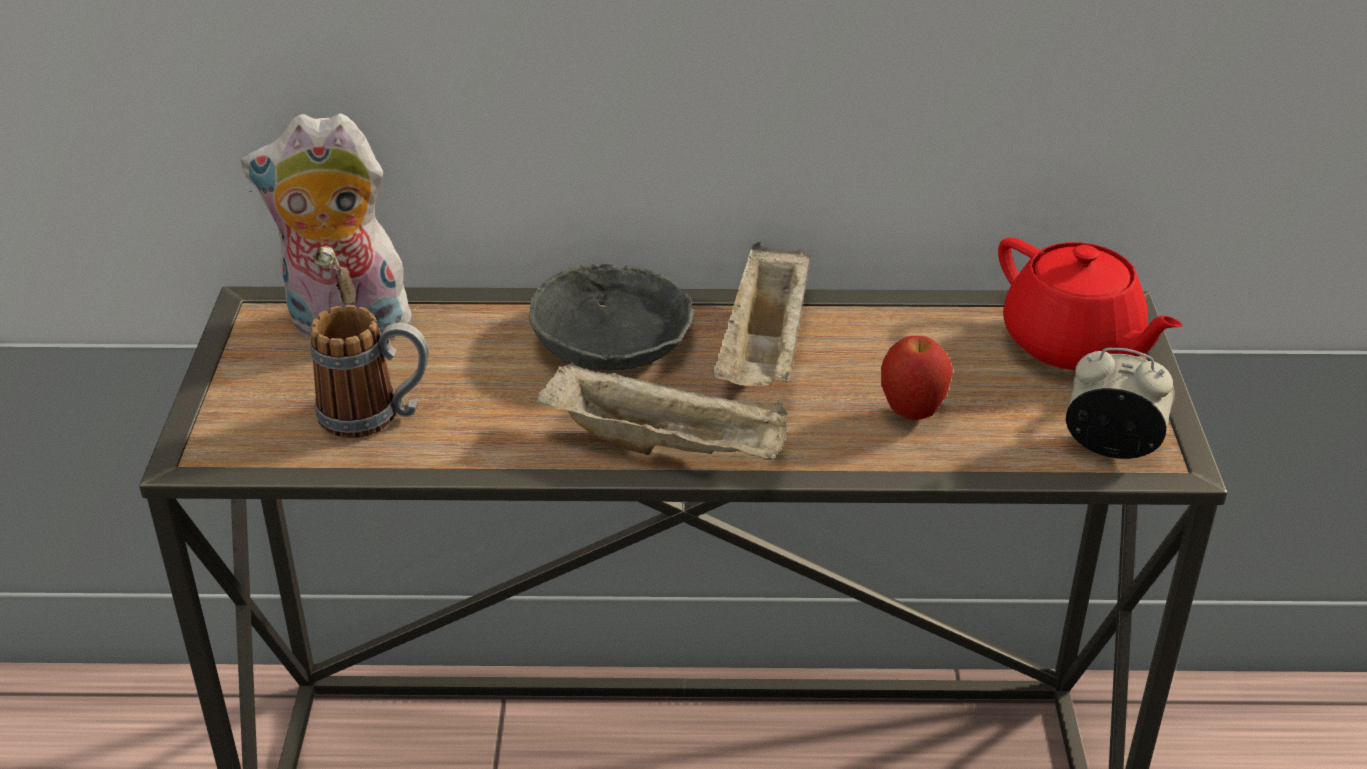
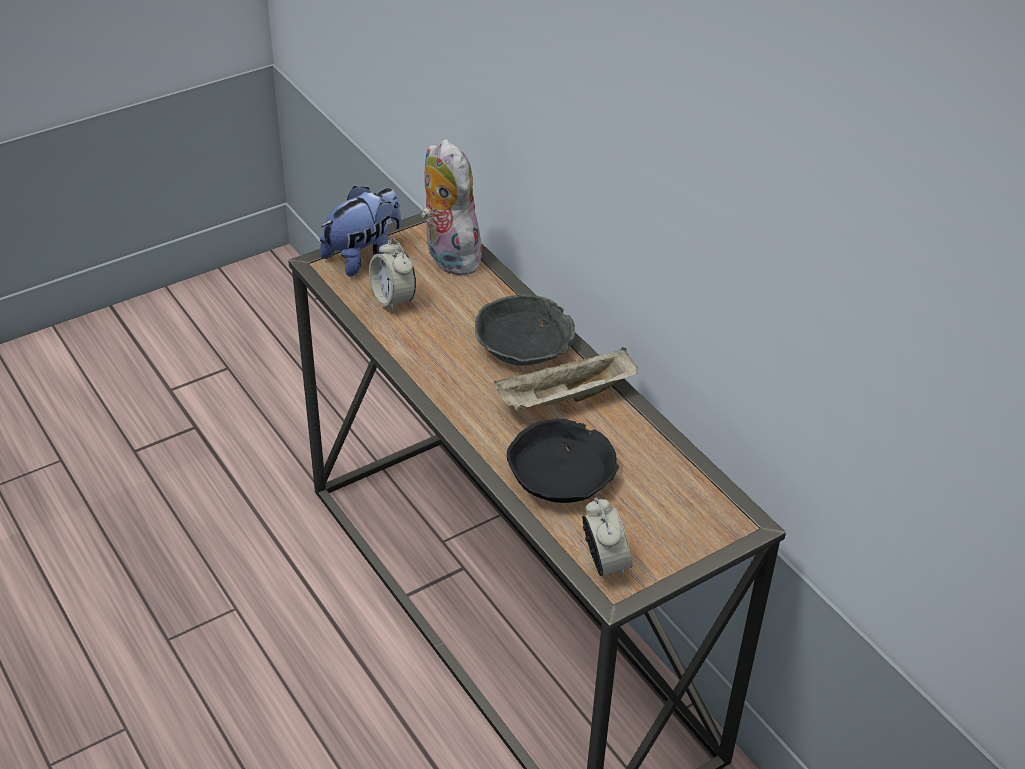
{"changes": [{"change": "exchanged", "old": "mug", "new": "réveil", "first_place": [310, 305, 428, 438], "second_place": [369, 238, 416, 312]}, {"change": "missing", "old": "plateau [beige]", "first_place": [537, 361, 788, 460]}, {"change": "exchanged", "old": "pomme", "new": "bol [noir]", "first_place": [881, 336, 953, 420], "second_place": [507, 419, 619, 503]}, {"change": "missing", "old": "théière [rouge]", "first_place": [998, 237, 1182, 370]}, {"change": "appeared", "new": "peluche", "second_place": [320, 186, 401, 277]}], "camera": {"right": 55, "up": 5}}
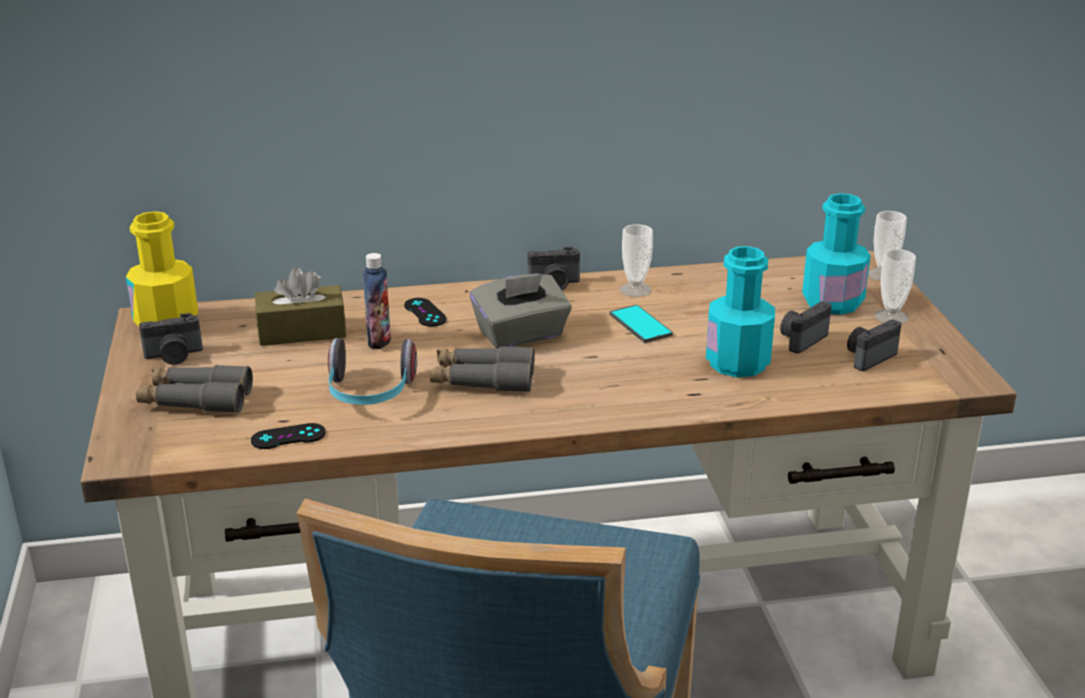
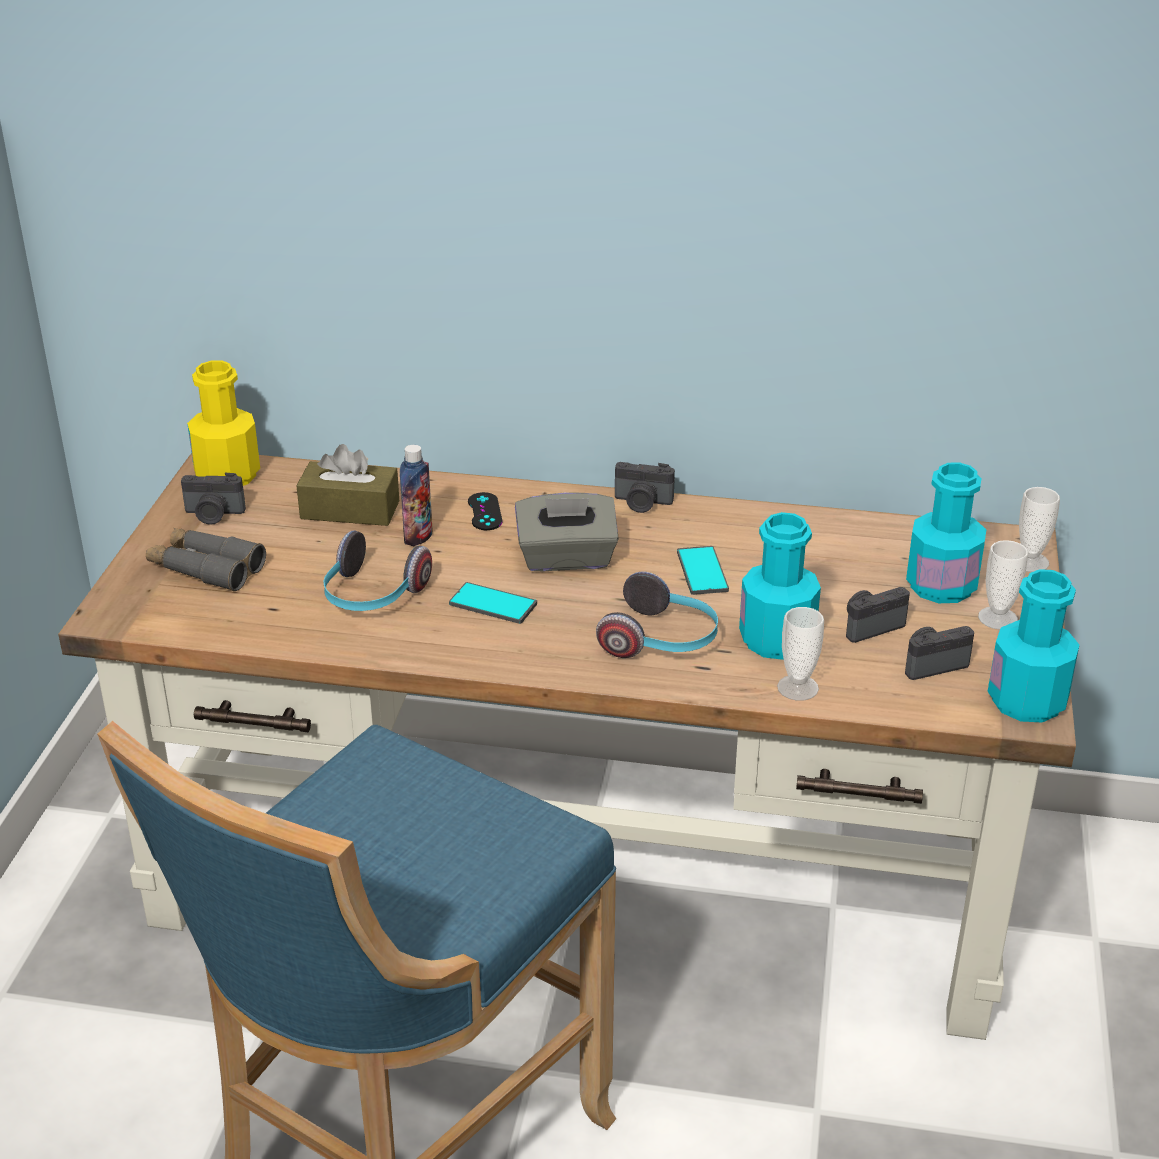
{"changes": [{"change": "missing", "old": "manette [noir]", "first_place": [251, 423, 326, 449]}, {"change": "exchanged", "old": "jumelles [gris]", "new": "téléphone", "first_place": [430, 346, 535, 393], "second_place": [449, 582, 537, 624]}, {"change": "relocated", "old": "tasse", "first_place": [620, 224, 653, 297], "second_place": [777, 607, 824, 701]}, {"change": "appeared", "new": "casque audio", "second_place": [596, 572, 718, 658]}, {"change": "appeared", "new": "bouteille [turquoise]", "second_place": [988, 569, 1079, 722]}], "camera": {"right": 20, "up": 5}}
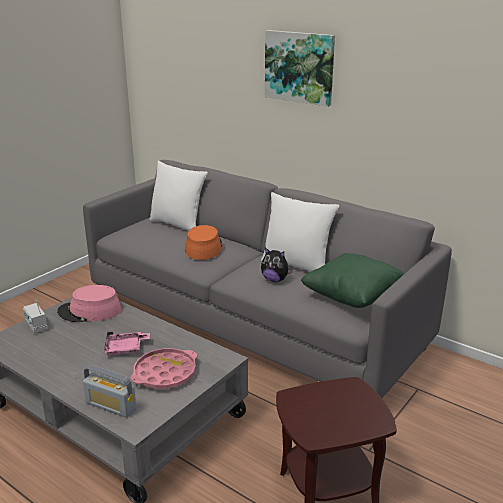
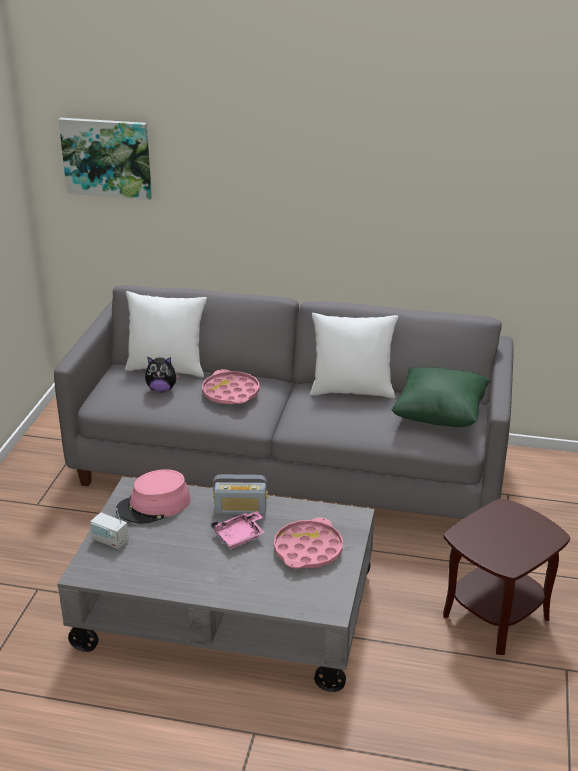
{"changes": [{"change": "relocated", "old": "radio", "first_place": [83, 365, 136, 418], "second_place": [213, 475, 268, 515]}, {"change": "exchanged", "old": "chapeau [orange]", "new": "plateau [rose]", "first_place": [185, 225, 222, 260], "second_place": [202, 369, 259, 404]}, {"change": "relocated", "old": "peluche", "first_place": [261, 247, 293, 282], "second_place": [145, 357, 180, 392]}, {"change": "relocated", "old": "tableau", "first_place": [265, 30, 335, 107], "second_place": [58, 118, 152, 200]}], "camera": {"right": -25, "up": 5}}
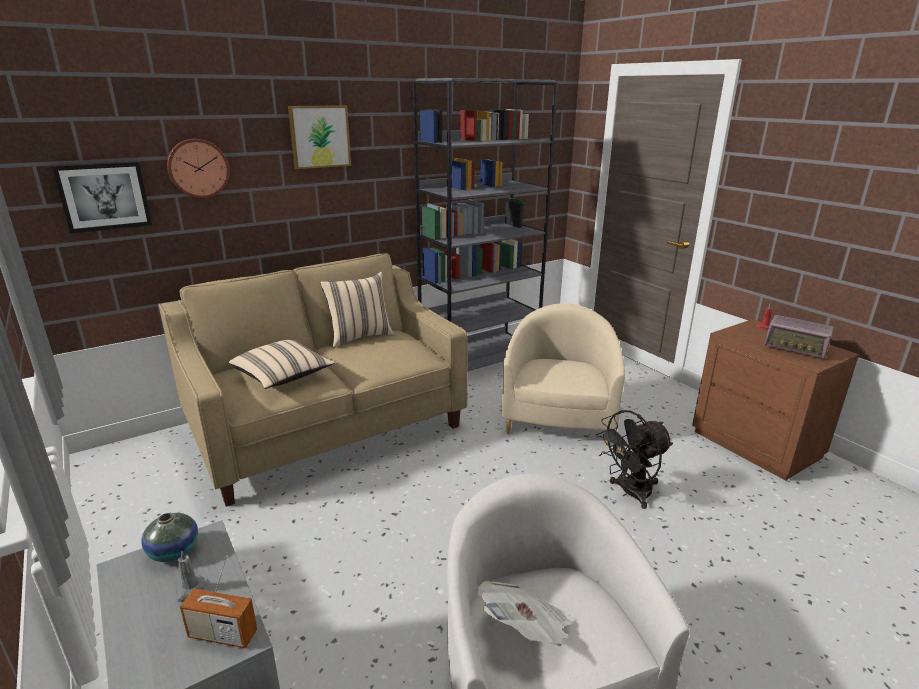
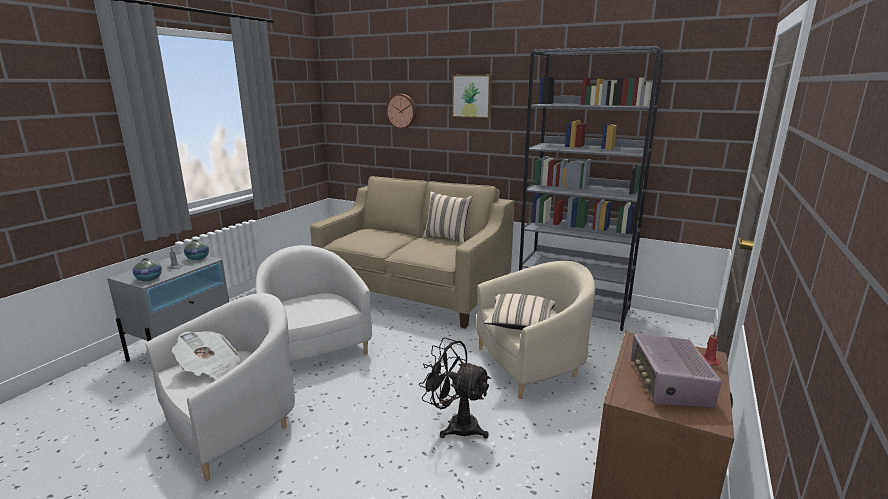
{"changes": [{"change": "missing", "old": "tableau", "first_place": [52, 162, 152, 233]}, {"change": "exchanged", "old": "radio", "new": "vase", "first_place": [180, 555, 257, 648], "second_place": [133, 258, 162, 281]}, {"change": "relocated", "old": "coussin [beige]", "first_place": [229, 339, 335, 389], "second_place": [484, 293, 555, 330]}, {"change": "appeared", "new": "fauteuil [blanc]", "second_place": [255, 245, 372, 362]}], "camera": {"right": 60, "up": -5}}
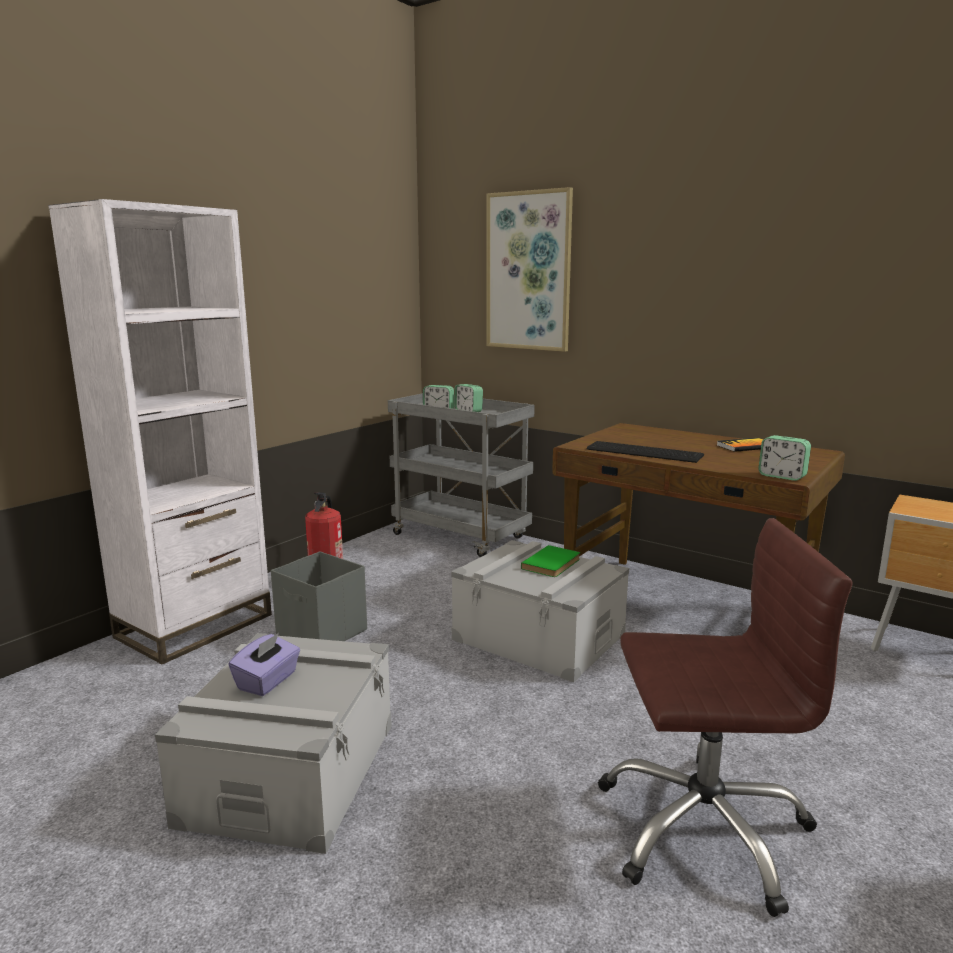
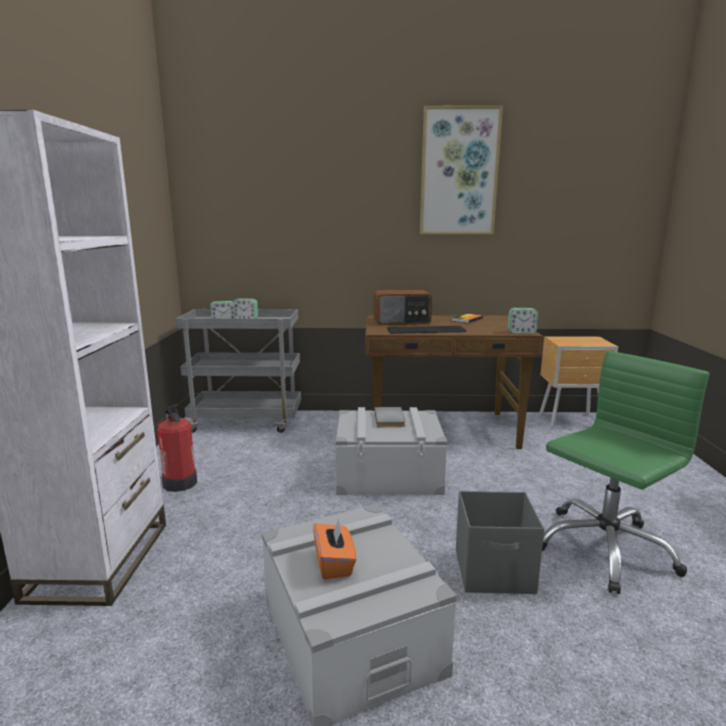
{"changes": [{"change": "colour", "old": "boîte à mouchoirs [violet]", "new": "boîte à mouchoirs [orange]", "first_place": [228, 633, 300, 696], "second_place": [313, 519, 356, 580]}, {"change": "relocated", "old": "boîte de rangement [gris]", "first_place": [271, 551, 367, 641], "second_place": [456, 491, 544, 594]}, {"change": "relocated", "old": "tableau", "first_place": [487, 187, 573, 352], "second_place": [420, 105, 503, 234]}, {"change": "colour", "old": "livre [vert]", "new": "livre [gris]", "first_place": [521, 545, 580, 577], "second_place": [374, 407, 405, 427]}, {"change": "colour", "old": "chaise de bureau [marron]", "new": "chaise de bureau [vert]", "first_place": [598, 518, 853, 917], "second_place": [542, 351, 709, 594]}, {"change": "appeared", "new": "radio", "second_place": [374, 290, 432, 325]}], "camera": {"right": -35, "up": 0}}
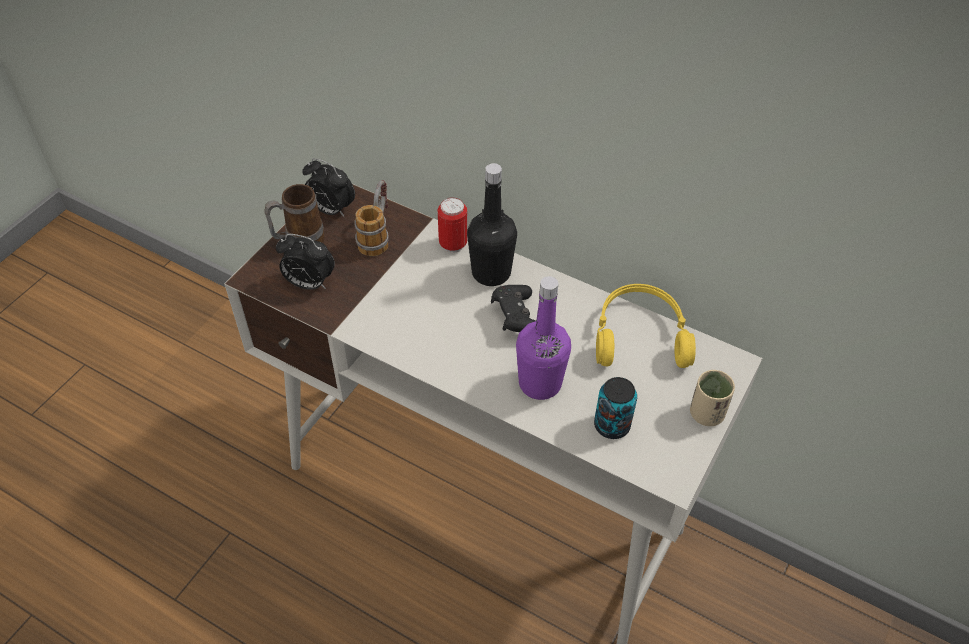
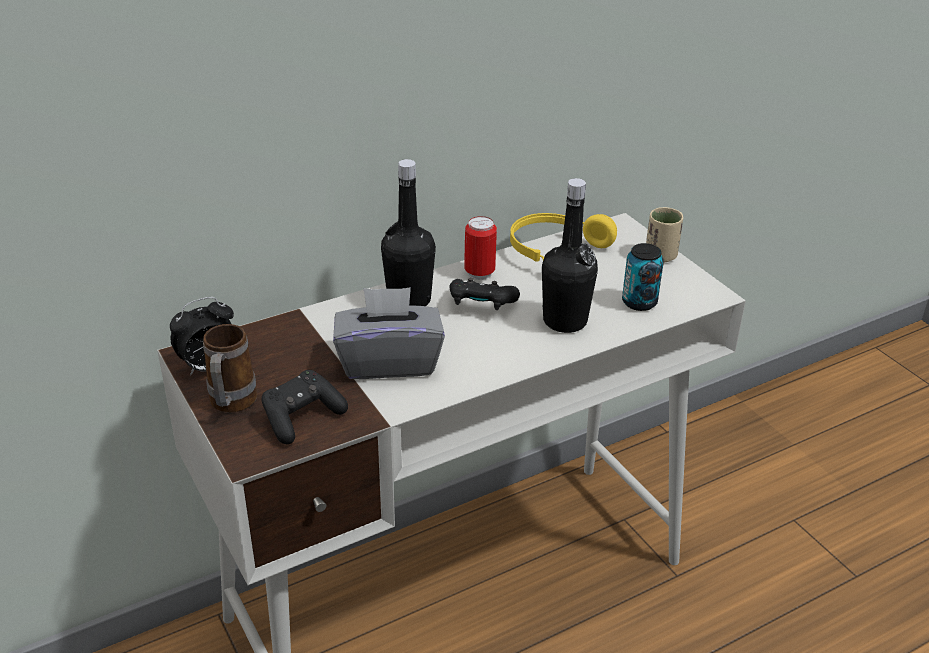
{"changes": [{"change": "exchanged", "old": "réveil", "new": "manette [noir]", "first_place": [276, 234, 335, 290], "second_place": [261, 370, 348, 444]}, {"change": "missing", "old": "mug", "first_place": [354, 180, 389, 256]}, {"change": "relocated", "old": "boîte métallique", "first_place": [438, 197, 467, 253], "second_place": [464, 216, 497, 280]}, {"change": "colour", "old": "bouteille [violet]", "new": "bouteille [noir]", "first_place": [516, 276, 571, 400], "second_place": [542, 178, 598, 333]}, {"change": "appeared", "new": "boîte à mouchoirs [gris]", "second_place": [333, 287, 445, 379]}], "camera": {"right": -60, "up": -15}}
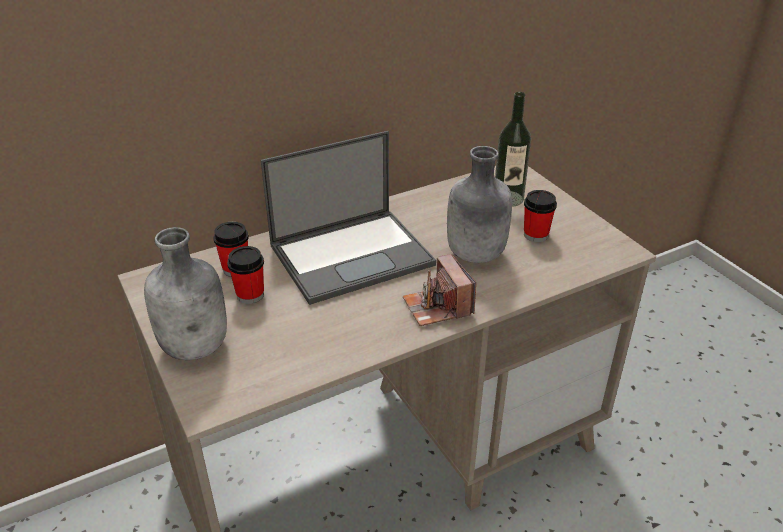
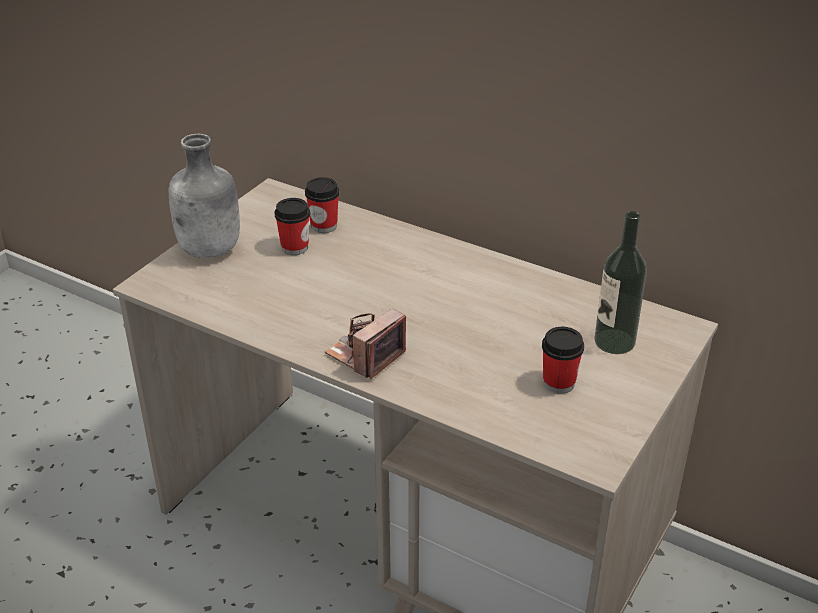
{"changes": [{"change": "missing", "old": "ordinateur portable", "first_place": [261, 131, 436, 305]}, {"change": "missing", "old": "bouteille [gris]", "first_place": [447, 146, 512, 263]}], "camera": {"right": 60, "up": 0}}
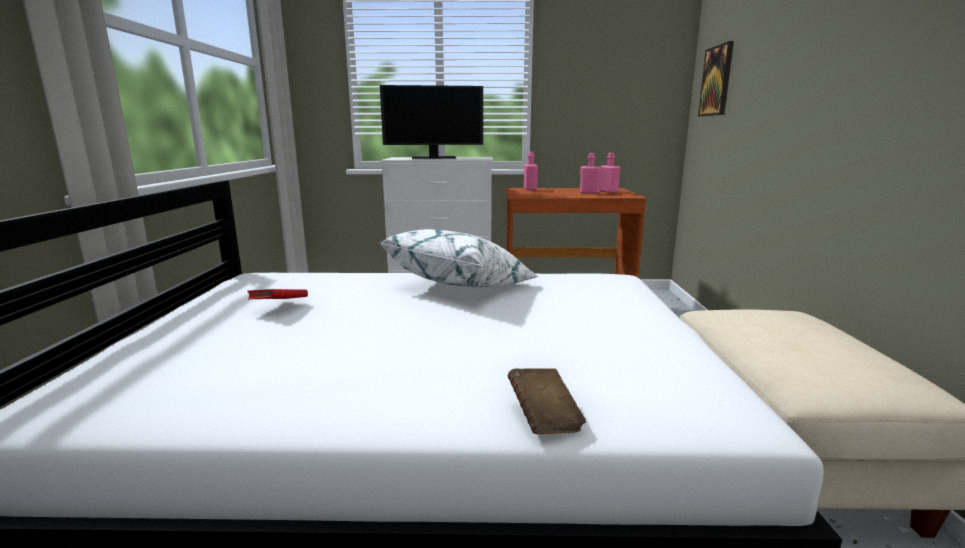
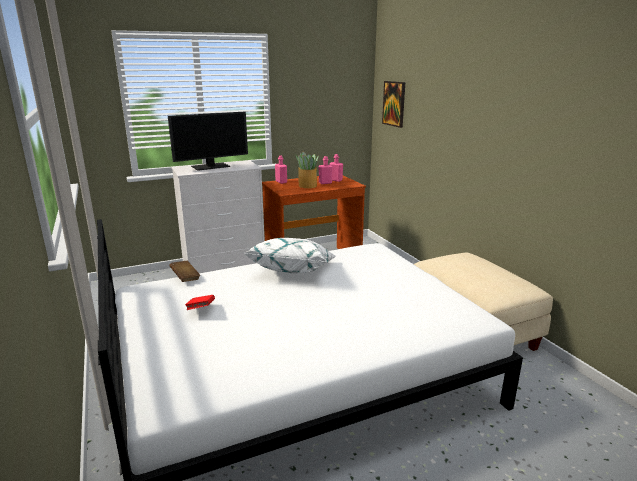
{"changes": [{"change": "relocated", "old": "livre [marron]", "first_place": [508, 368, 586, 434], "second_place": [169, 261, 200, 282]}, {"change": "appeared", "new": "plante en pot", "second_place": [296, 152, 319, 188]}], "camera": {"right": -25, "up": 5}}
